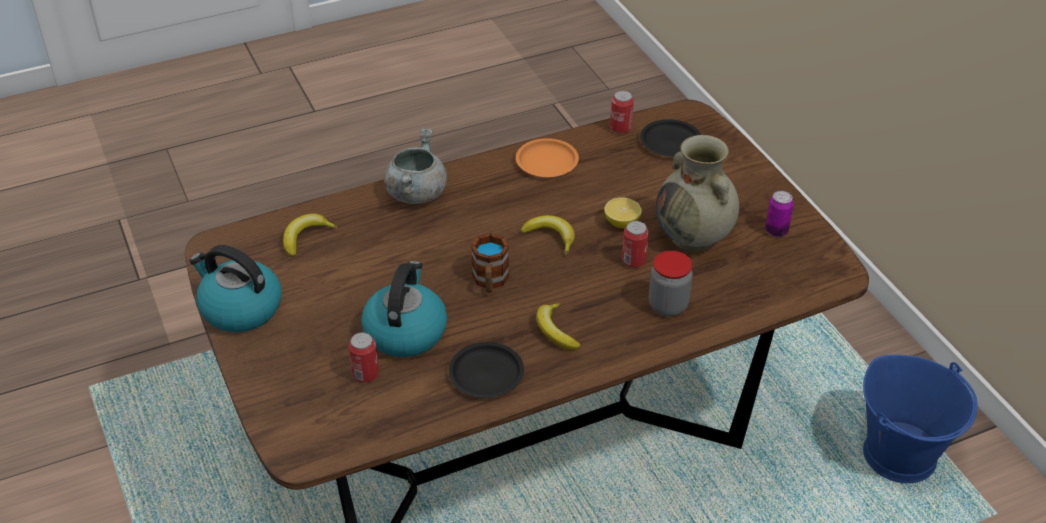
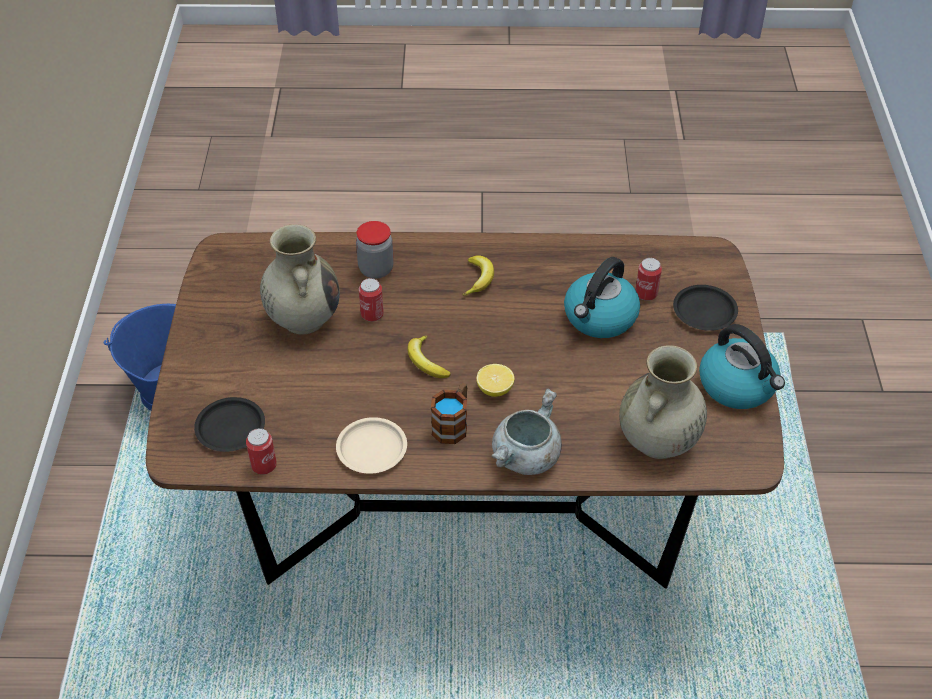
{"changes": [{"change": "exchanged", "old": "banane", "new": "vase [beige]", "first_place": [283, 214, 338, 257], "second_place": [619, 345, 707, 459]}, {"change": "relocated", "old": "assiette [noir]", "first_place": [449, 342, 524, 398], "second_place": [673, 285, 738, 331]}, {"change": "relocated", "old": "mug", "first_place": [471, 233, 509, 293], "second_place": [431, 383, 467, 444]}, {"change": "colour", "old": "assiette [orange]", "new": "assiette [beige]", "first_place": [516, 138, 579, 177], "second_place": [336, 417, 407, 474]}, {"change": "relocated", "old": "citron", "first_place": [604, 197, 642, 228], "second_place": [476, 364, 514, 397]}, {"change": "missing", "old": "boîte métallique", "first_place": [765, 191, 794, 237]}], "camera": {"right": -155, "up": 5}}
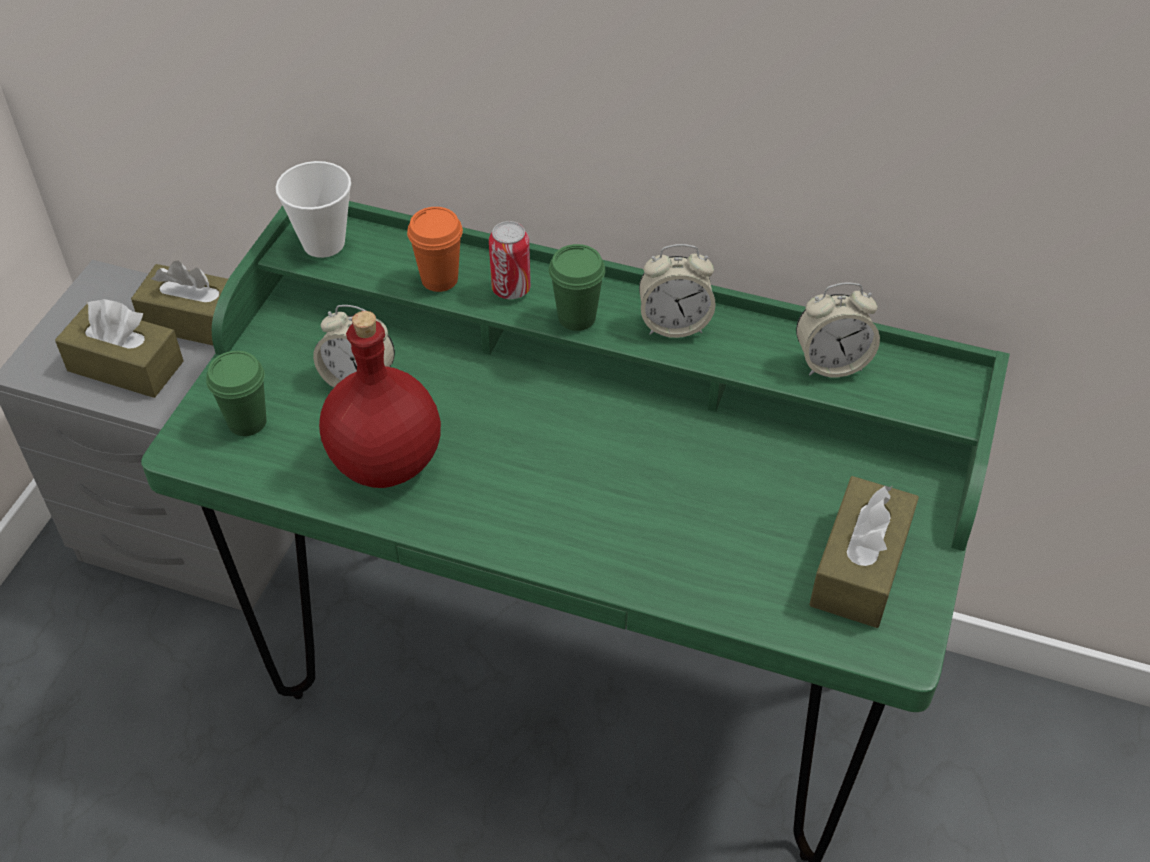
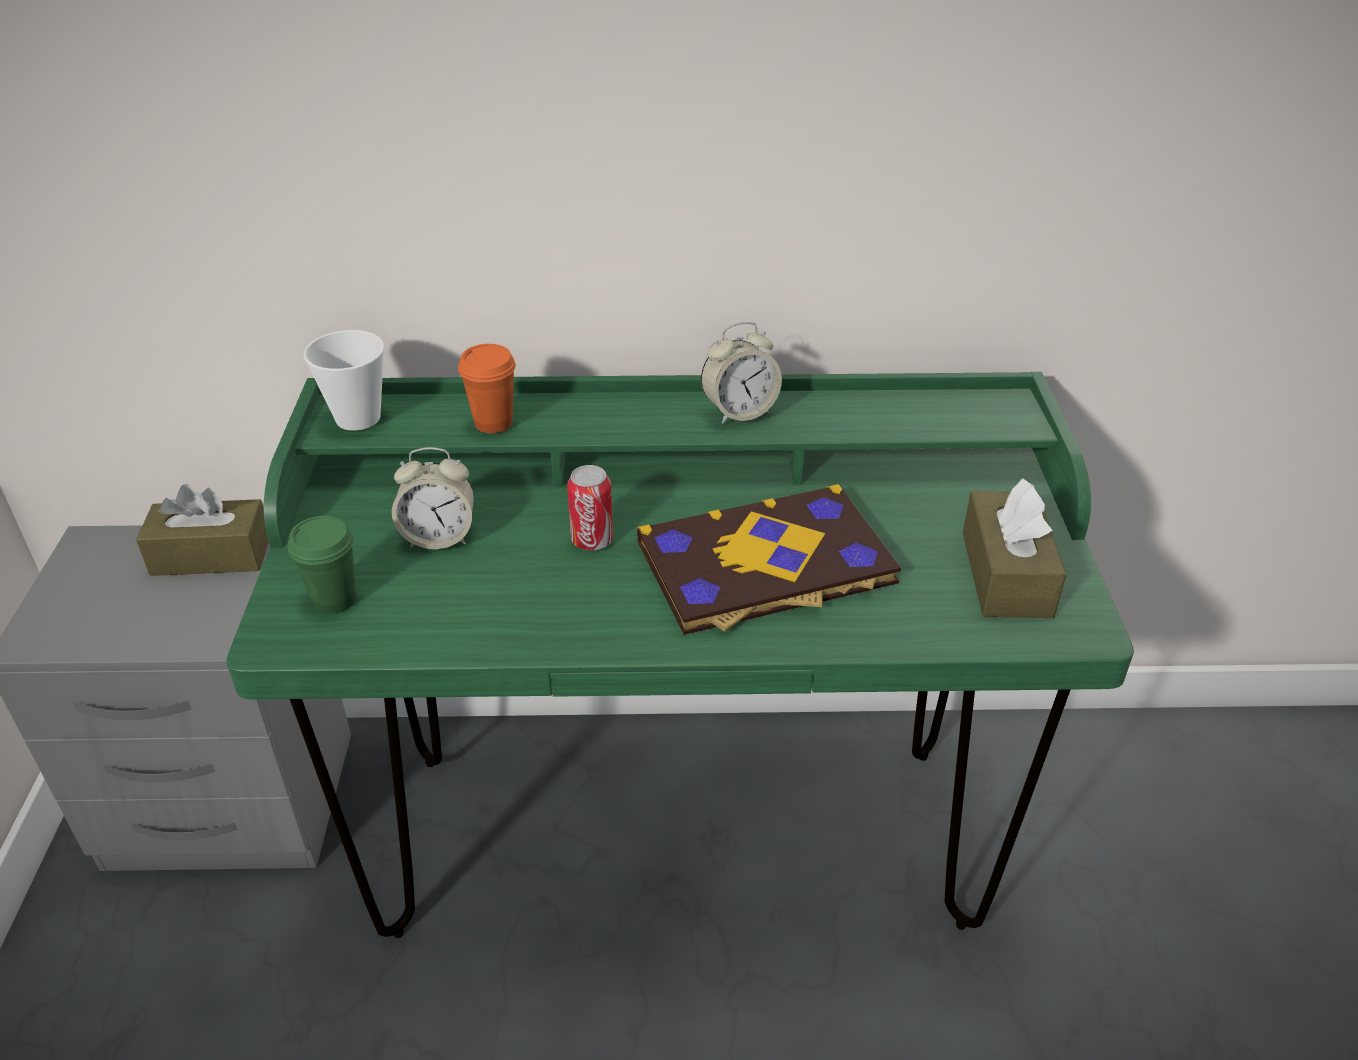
{"changes": [{"change": "missing", "old": "boîte à mouchoirs [marron]", "first_place": [55, 299, 184, 398]}, {"change": "missing", "old": "bouteille [rouge]", "first_place": [319, 311, 441, 488]}, {"change": "relocated", "old": "boîte métallique", "first_place": [489, 221, 531, 299], "second_place": [567, 465, 613, 550]}, {"change": "missing", "old": "tasse [vert]", "first_place": [549, 244, 605, 331]}, {"change": "missing", "old": "réveil", "first_place": [796, 282, 880, 377]}, {"change": "appeared", "new": "livre", "second_place": [637, 484, 901, 635]}], "camera": {"right": -20, "up": -10}}
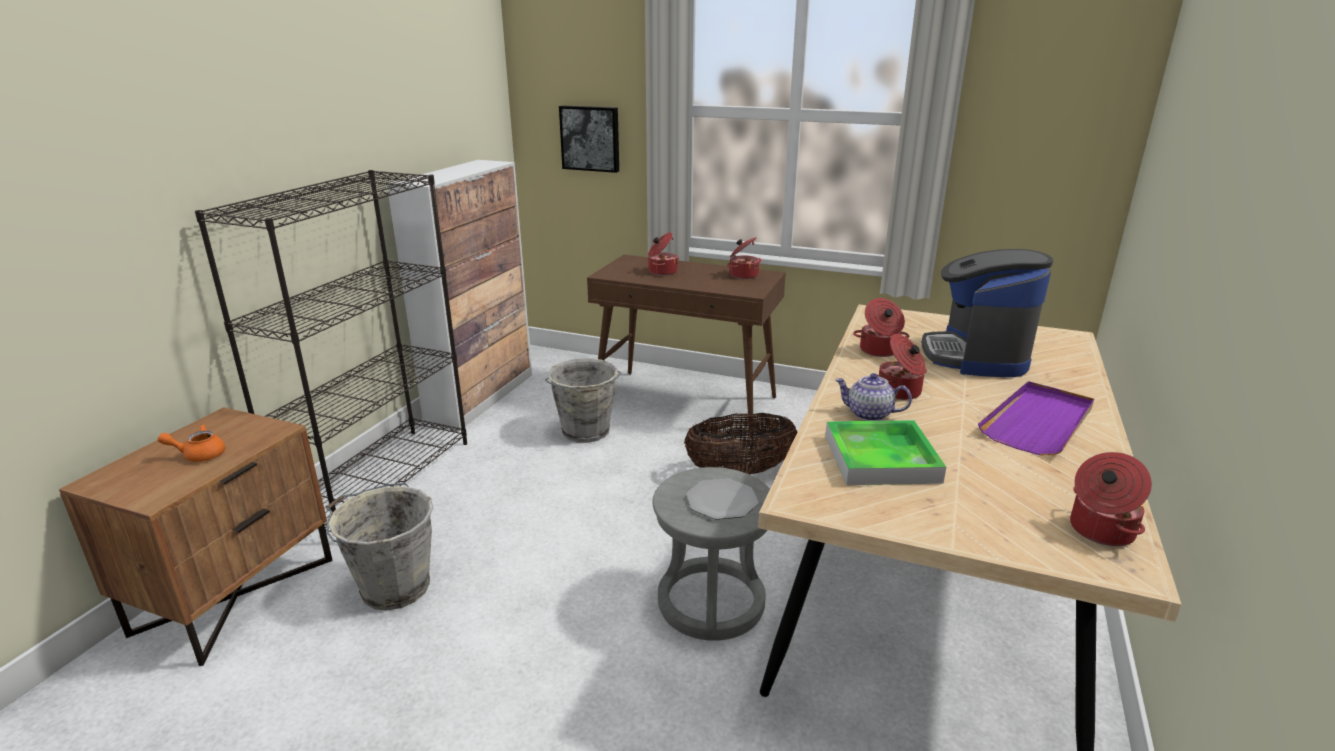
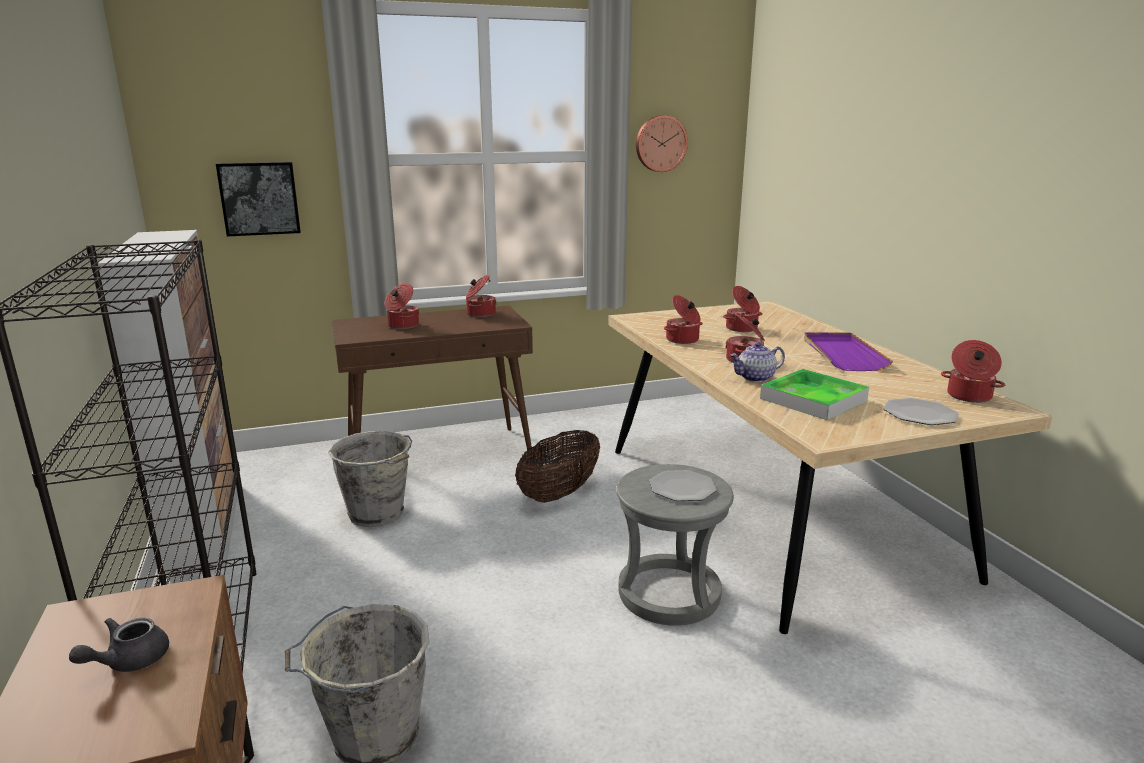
{"changes": [{"change": "colour", "old": "théière [orange]", "new": "théière [gris]", "first_place": [157, 425, 225, 462], "second_place": [69, 618, 169, 672]}, {"change": "exchanged", "old": "machine à café", "new": "marmite", "first_place": [922, 249, 1053, 377], "second_place": [723, 286, 762, 332]}, {"change": "appeared", "new": "horloge murale", "second_place": [636, 115, 688, 172]}, {"change": "appeared", "new": "assiette", "second_place": [883, 398, 959, 425]}], "camera": {"right": -40, "up": -5}}
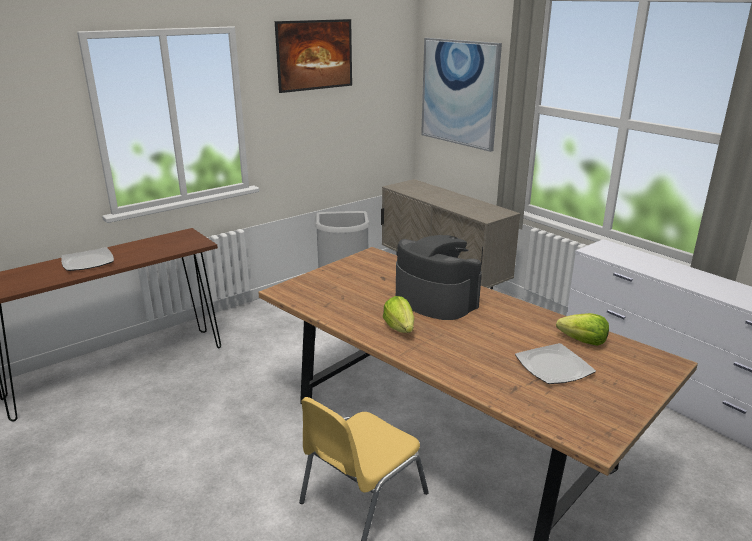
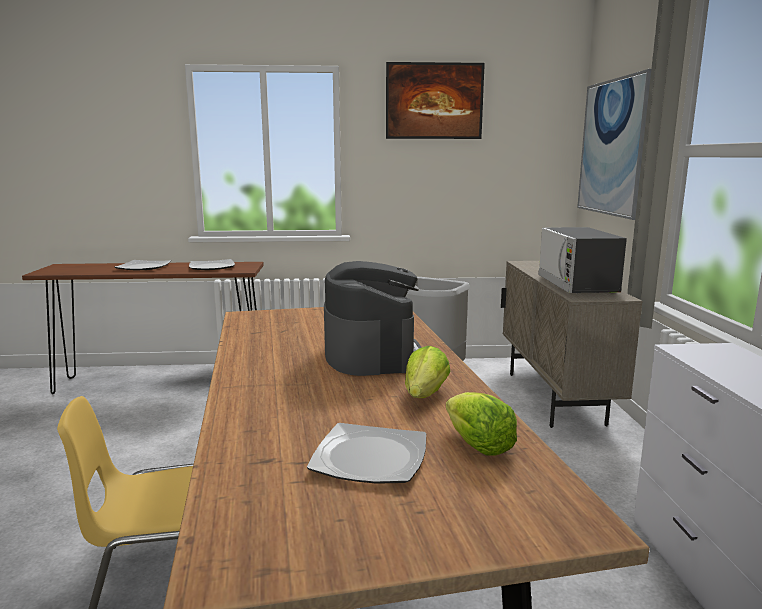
{"changes": [{"change": "relocated", "old": "laitue", "first_place": [383, 296, 414, 333], "second_place": [405, 346, 450, 398]}, {"change": "appeared", "new": "assiette", "second_place": [189, 259, 235, 270]}, {"change": "appeared", "new": "micro-ondes", "second_place": [538, 227, 627, 294]}], "camera": {"right": 35, "up": -10}}
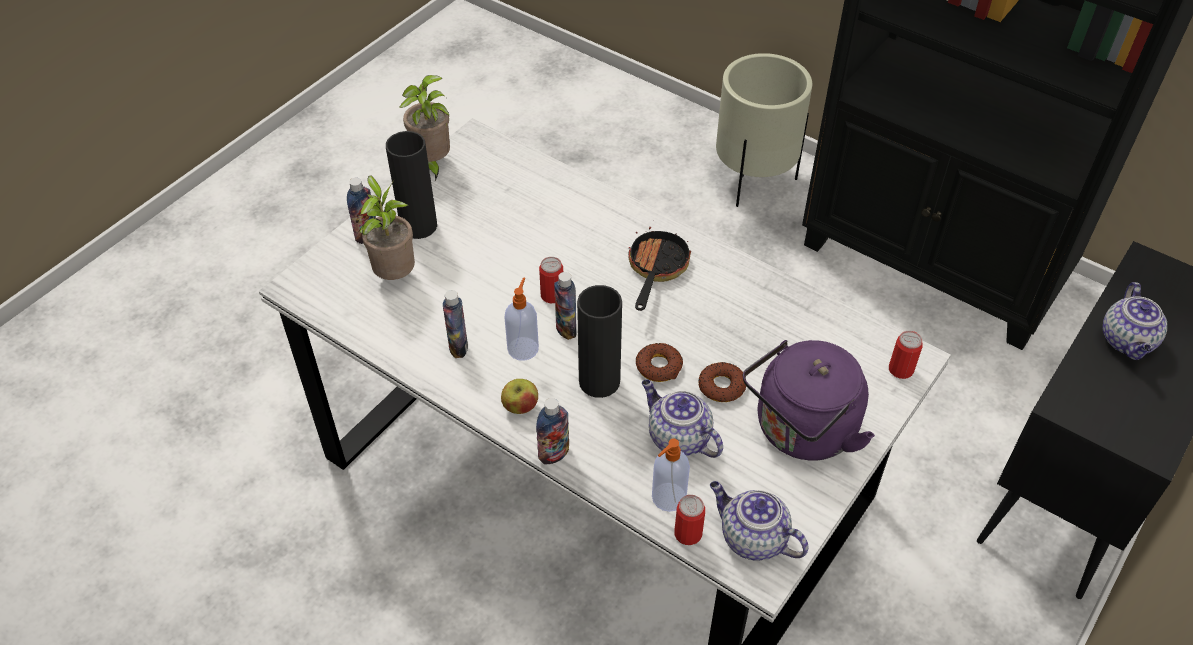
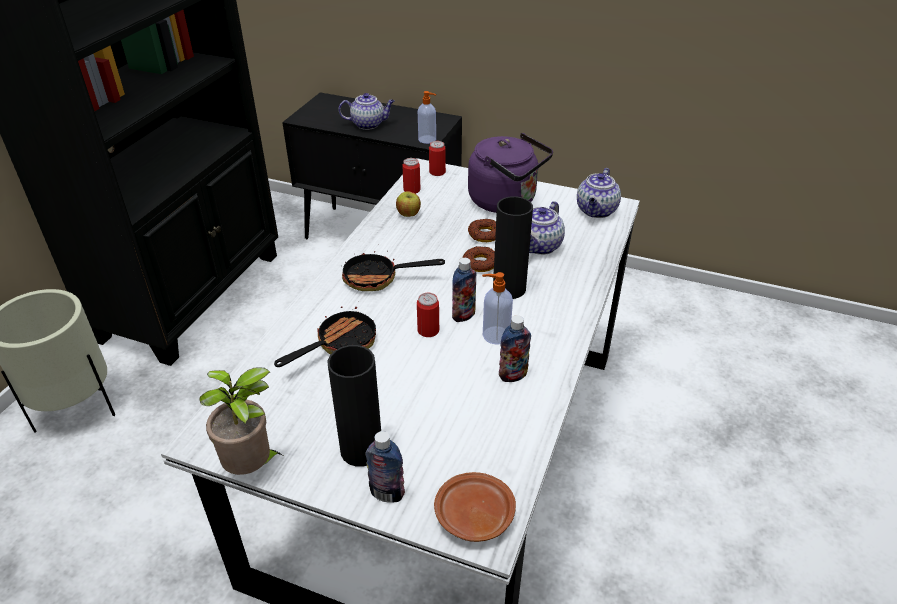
{"changes": [{"change": "missing", "old": "plante en pot", "first_place": [359, 175, 415, 280]}, {"change": "relocated", "old": "pomme", "first_place": [501, 379, 538, 414], "second_place": [396, 191, 421, 217]}, {"change": "missing", "old": "bouteille", "first_place": [536, 398, 569, 465]}, {"change": "relocated", "old": "distributeur de savon", "first_place": [652, 439, 690, 512], "second_place": [418, 91, 436, 144]}, {"change": "relocated", "old": "boîte métallique", "first_place": [674, 495, 705, 545], "second_place": [402, 158, 421, 194]}, {"change": "appeared", "new": "poêle", "second_place": [274, 301, 376, 367]}, {"change": "appeared", "new": "assiette [marron]", "second_place": [434, 472, 516, 542]}], "camera": {"right": -105, "up": -10}}
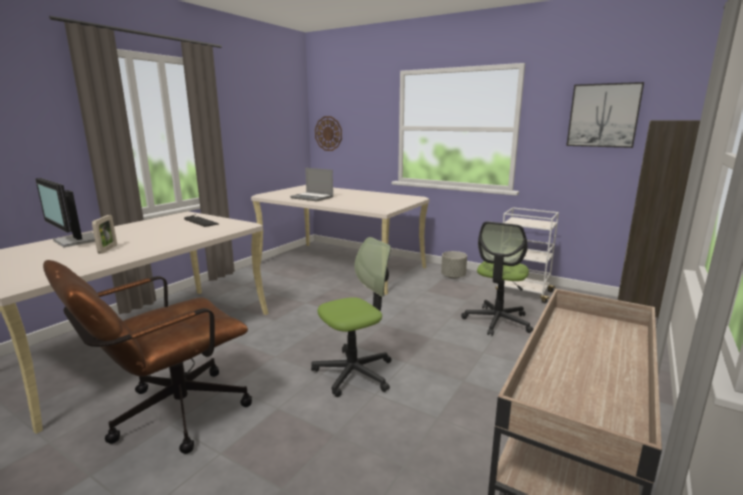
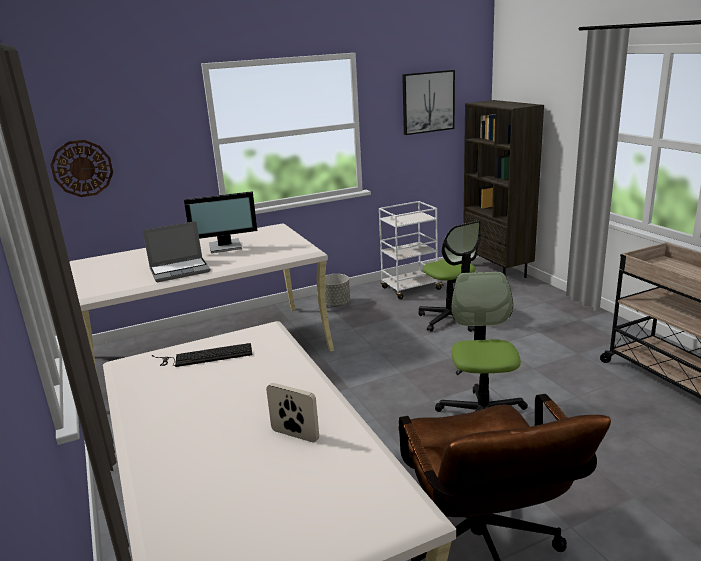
{"changes": [{"change": "relocated", "old": "écran d'ordinateur", "first_place": [35, 178, 95, 247], "second_place": [184, 191, 257, 253]}], "camera": {"right": -55, "up": 5}}
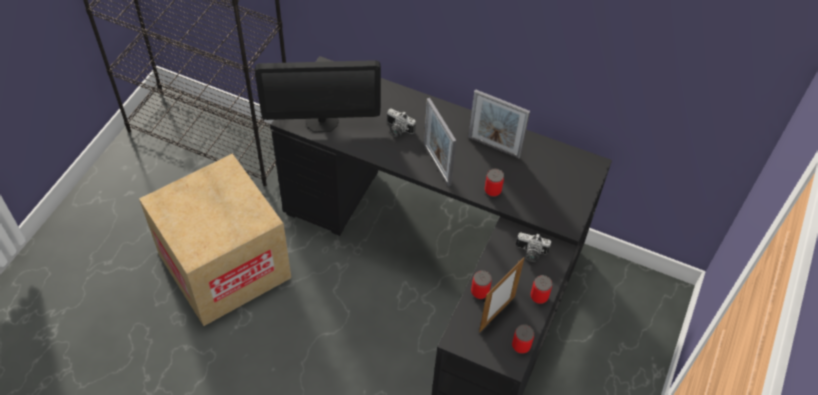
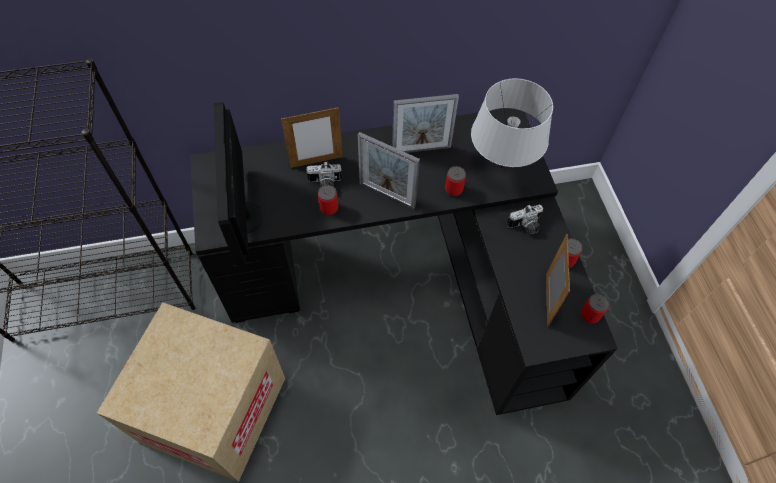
{"changes": [{"change": "spun", "old": "écran d'ordinateur", "first_place": [255, 60, 381, 132], "second_place": [214, 102, 262, 267], "degrees": 120}, {"change": "relocated", "old": "boîte métallique", "first_place": [471, 270, 492, 299], "second_place": [318, 185, 339, 215]}, {"change": "appeared", "new": "cadre photo", "second_place": [281, 107, 343, 168]}, {"change": "appeared", "new": "lampe de table [gris]", "second_place": [471, 78, 553, 168]}], "camera": {"right": -35, "up": 5}}
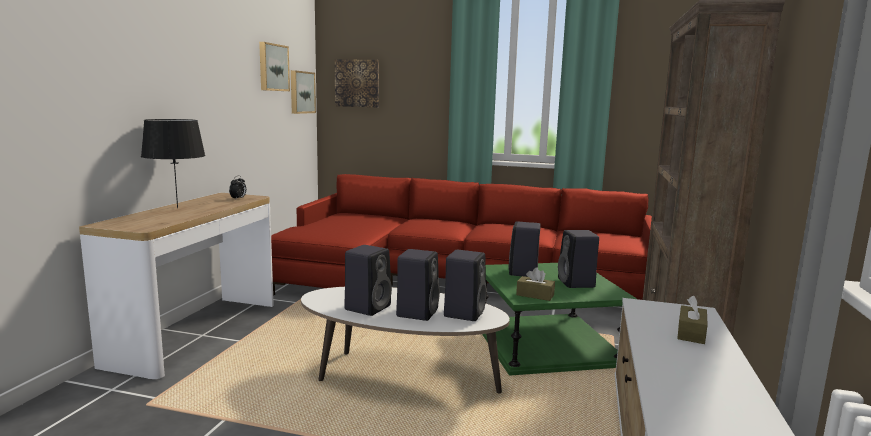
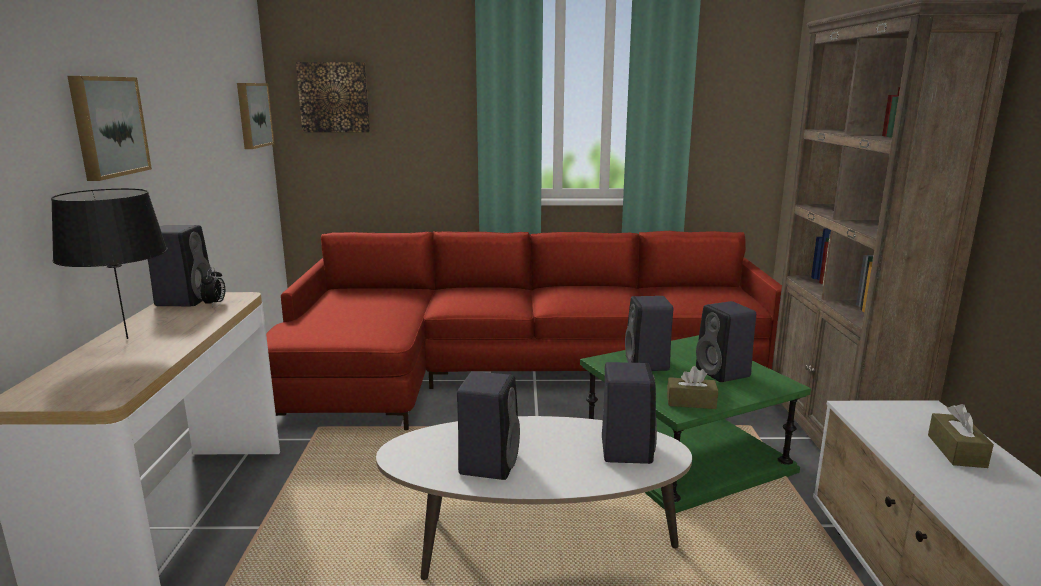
{"changes": [{"change": "relocated", "old": "tableau", "first_place": [259, 42, 290, 91], "second_place": [67, 76, 152, 181]}, {"change": "relocated", "old": "enceinte [noir]", "first_place": [396, 249, 440, 321], "second_place": [148, 225, 212, 306]}], "camera": {"right": -15, "up": 5}}
